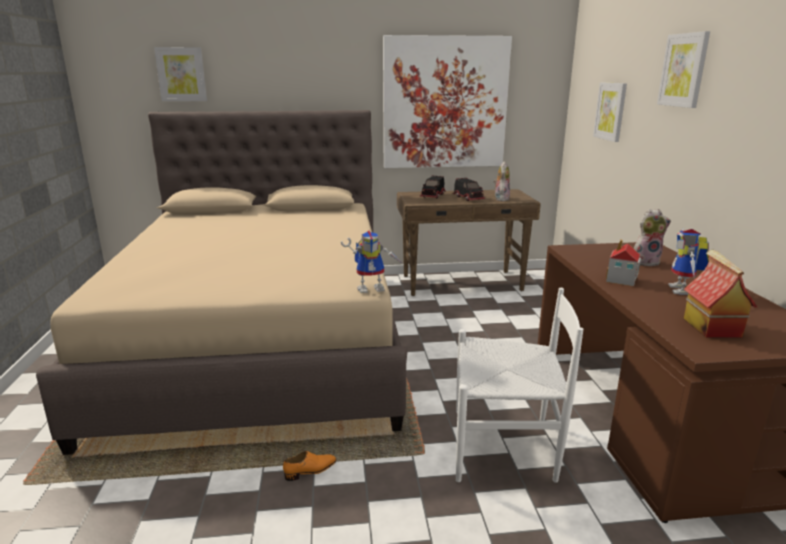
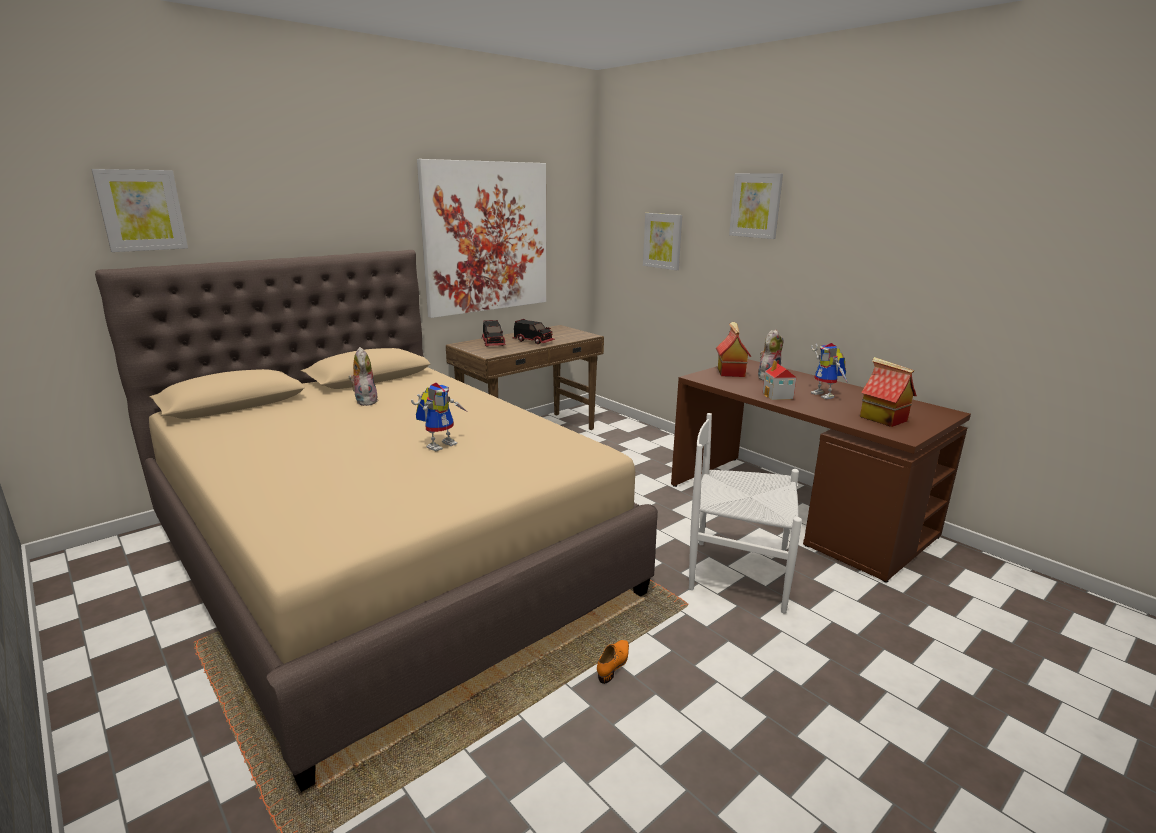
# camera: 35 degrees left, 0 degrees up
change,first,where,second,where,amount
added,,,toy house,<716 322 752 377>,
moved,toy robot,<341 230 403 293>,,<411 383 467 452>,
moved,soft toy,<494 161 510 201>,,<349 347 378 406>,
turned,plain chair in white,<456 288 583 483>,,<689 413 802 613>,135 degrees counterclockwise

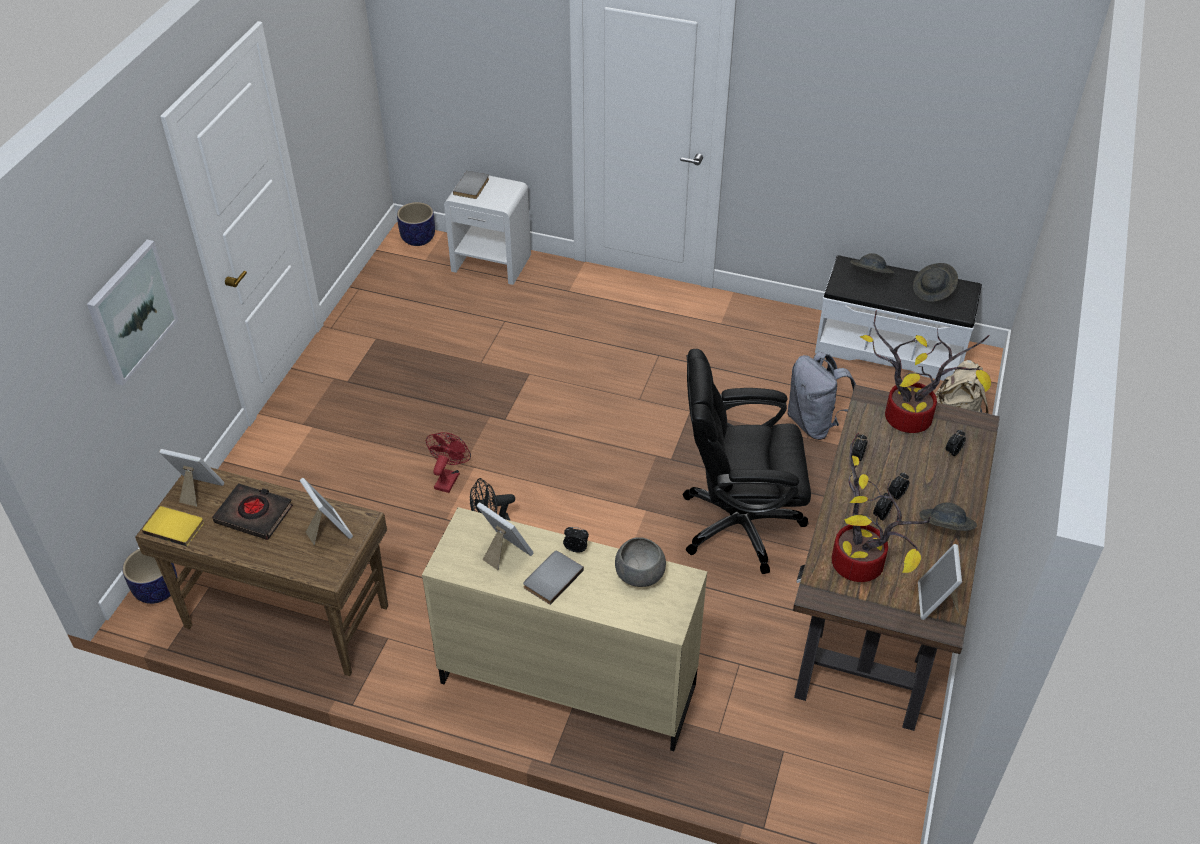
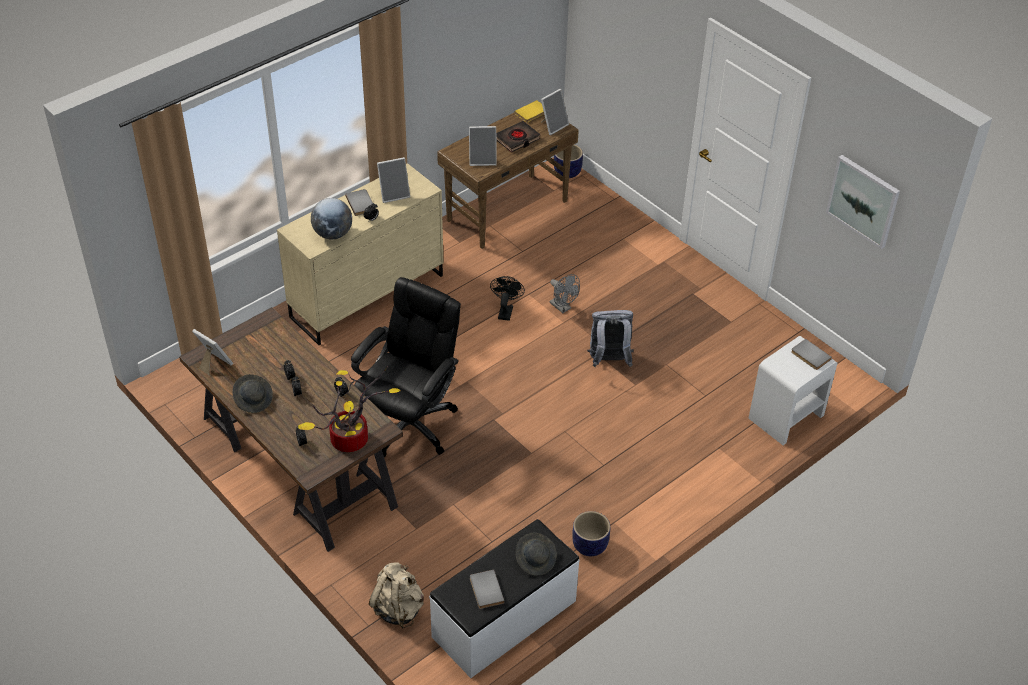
# camera: 120 degrees right, 0 degrees up
change,first,where,second,where,amount
removed,plant in a pot,<832 433 930 582>,,,
moved,picture,<87 240 178 385>,,<826 155 900 249>,
moved,planter,<397 202 435 246>,,<572 511 610 556>,
moved,knapsack in gray,<787 352 856 440>,,<587 310 634 367>,
replaced,deep dish in gray,<615 537 666 587>,world globe,<311 198 352 239>,
replaced,clothing hat in gray,<913 263 958 302>,volume in gray,<470 570 505 609>,
recoloured,electric fan in red-coloured,<426 432 471 493>,electric fan in gray,<550 274 580 313>,

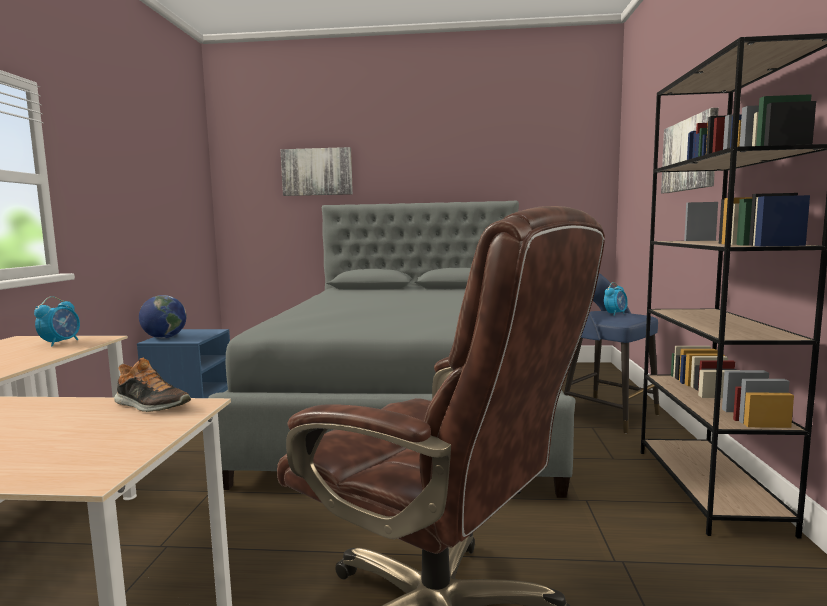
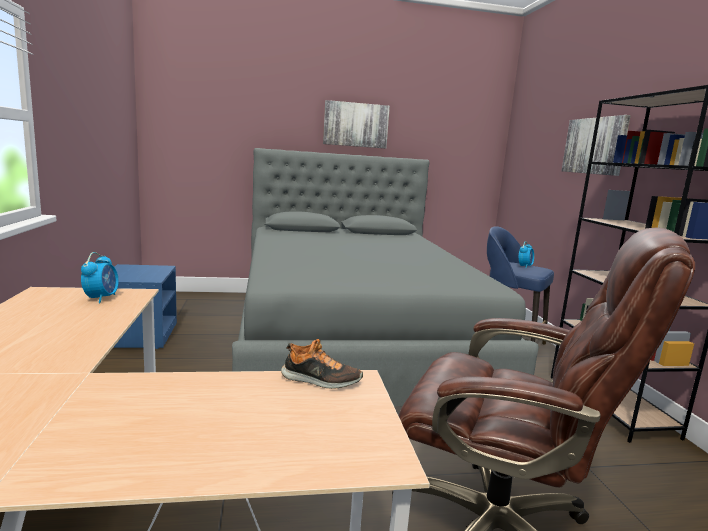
# camera: 15 degrees left, 5 degrees up
change,first,where,second,where,amount
removed,world globe,<139 295 187 338>,,,
moved,picture,<281 147 353 196>,,<323 100 390 148>,

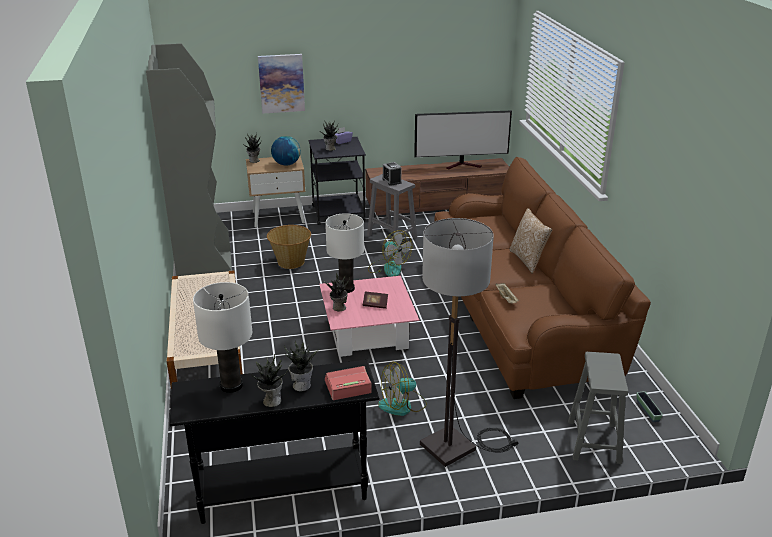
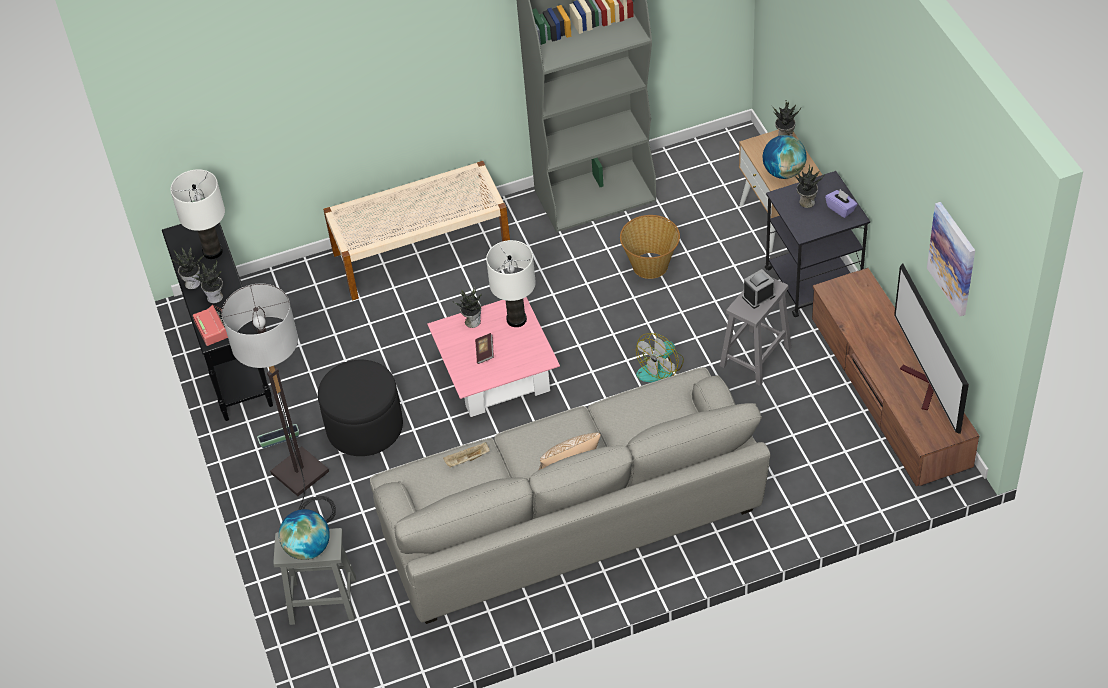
# camera: 85 degrees right, 20 degrees up
change,first,where,second,where,amount
added,,,world globe,<279 509 330 560>,
moved,picture,<258 54 305 114>,,<927 202 975 316>,
moved,planter,<636 391 663 422>,,<257 424 299 448>,
replaced,electric fan,<378 362 427 416>,pouffe in black,<318 360 403 456>,
recoloured,settee in brown-coloured,<434 157 651 399>,settee in gray,<370 367 770 624>,

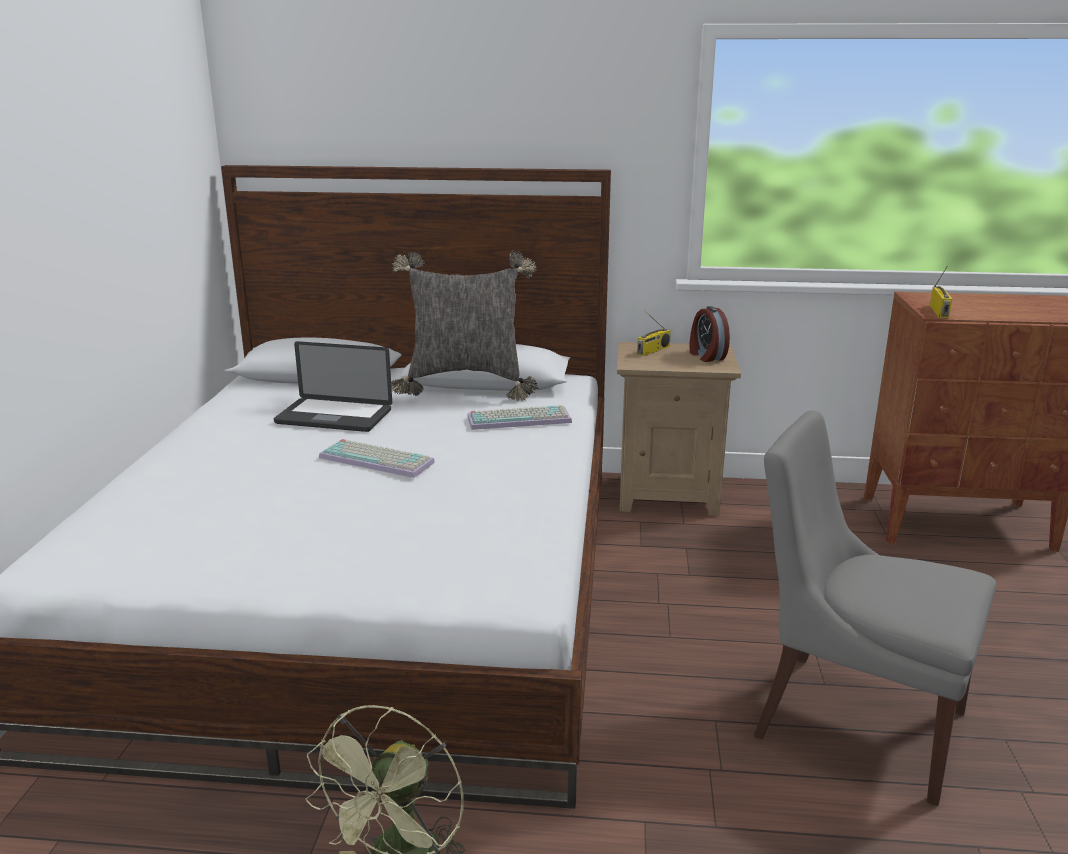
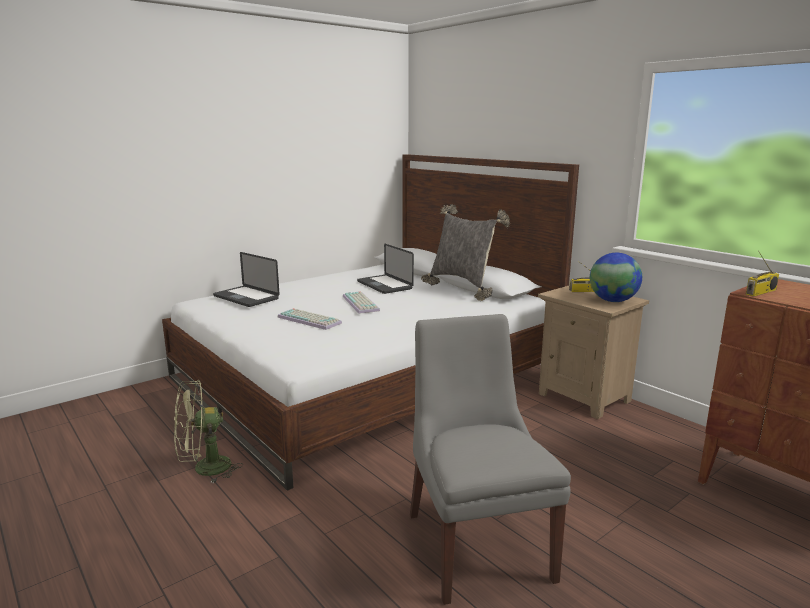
# camera: 45 degrees right, 5 degrees down
change,first,where,second,where,amount
added,,,laptop,<213 252 279 307>,
moved,PC keyboard,<467 405 572 430>,,<278 308 342 330>,
replaced,bedside clock,<690 306 730 362>,world globe,<590 253 642 302>,

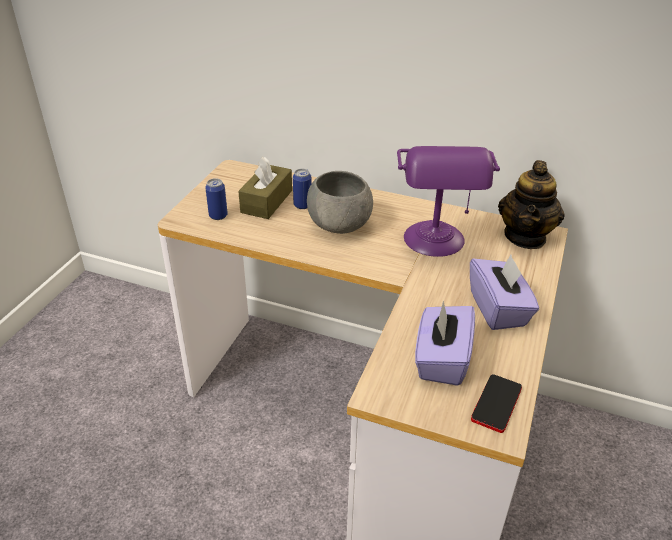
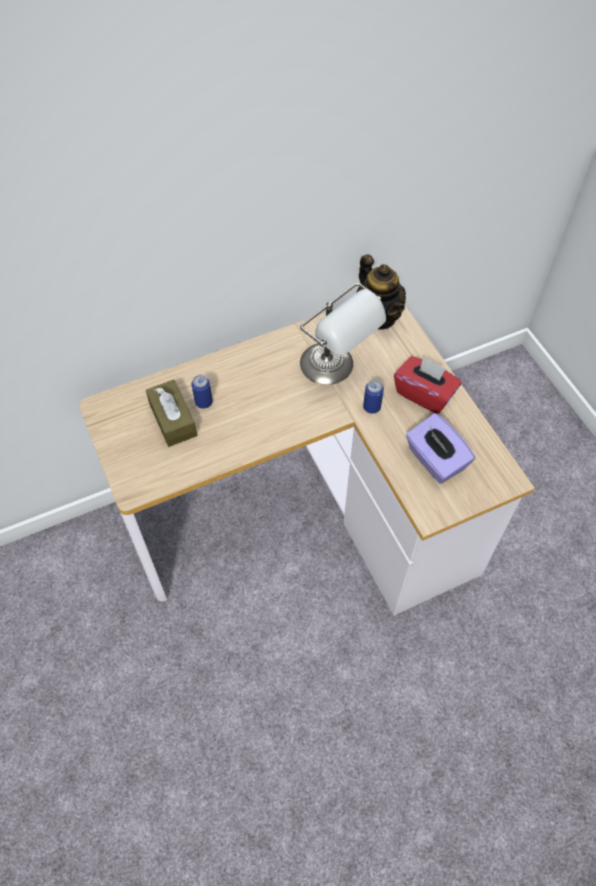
# camera: 45 degrees left, 20 degrees up
change,first,where,second,where,amount
removed,deep dish in gray,<307 171 373 234>,,,
removed,phone,<471 374 522 433>,,,
moved,sealed can,<205 178 228 220>,,<363 380 384 414>,
recoloured,tabletop lamp in purplish,<397 146 500 257>,tabletop lamp in white,<300 283 386 385>,
recoloured,tissue box in purplish,<470 255 539 330>,tissue box in red-coloured,<394 356 462 414>,

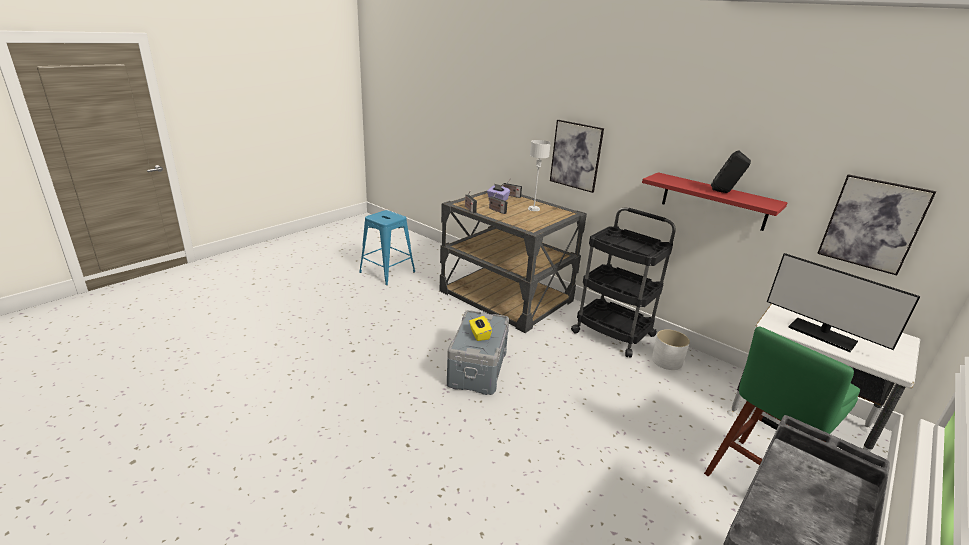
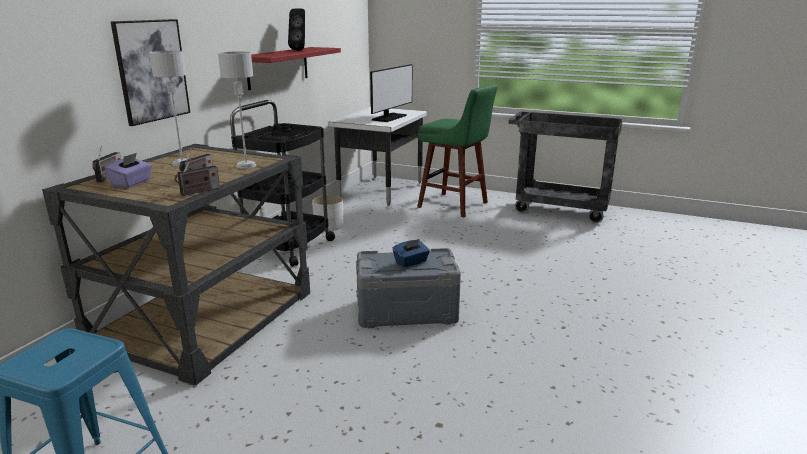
# camera: 105 degrees left, 5 degrees down
change,first,where,second,where,amount
removed,picture,<817 174 936 276>,,,
added,,,tabletop lamp in gray,<218 51 256 169>,
recoloured,tissue box in yellow,<469 316 492 341>,tissue box in blue,<392 239 430 268>,

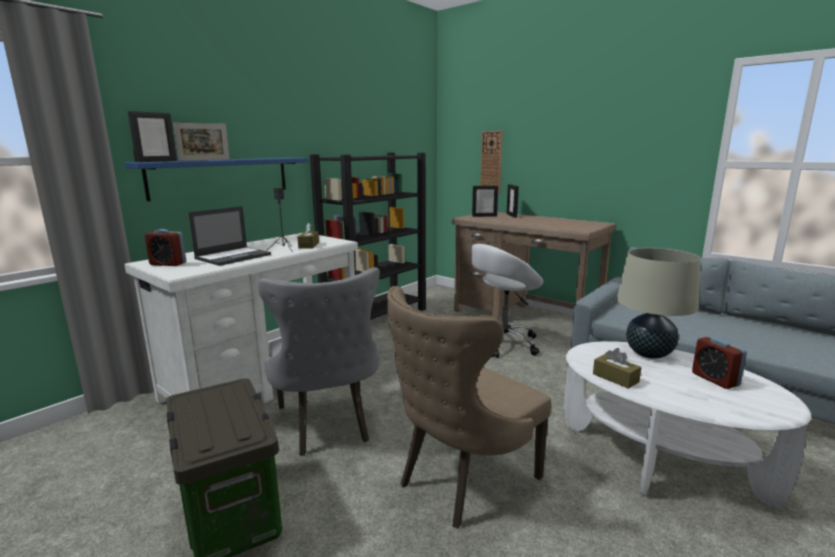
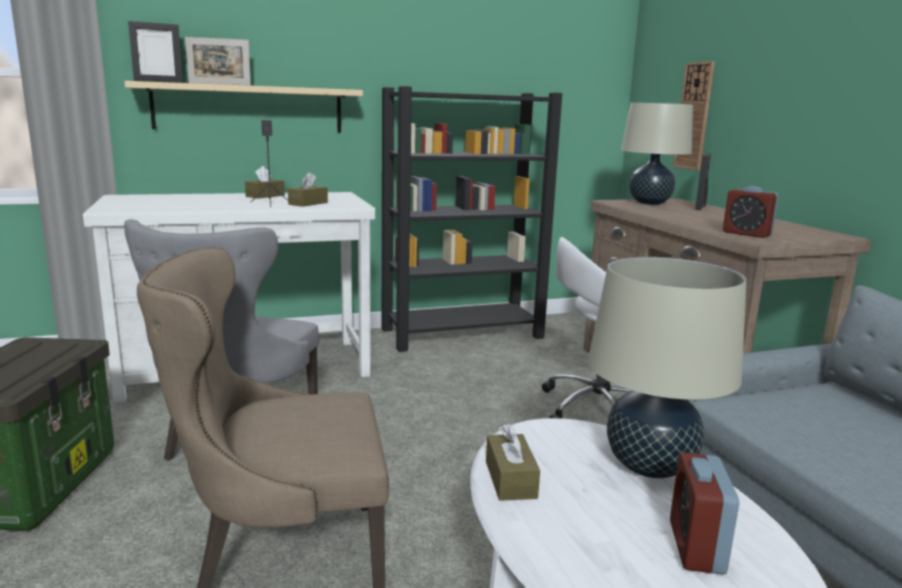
# camera: 30 degrees right, 0 degrees up
change,first,where,second,where,amount
removed,laptop,<188 206 271 266>,,,
added,,,tissue box in brown-coloured,<245 166 285 199>,
moved,bedside clock,<145 229 186 266>,,<723 186 779 238>,
replaced,standing frame,<472 186 498 217>,tabletop lamp in sand-coloured,<621 103 693 205>,
recoloured,shelf in blue,<124 158 309 201>,shelf in sand-coloured,<124 81 363 133>,

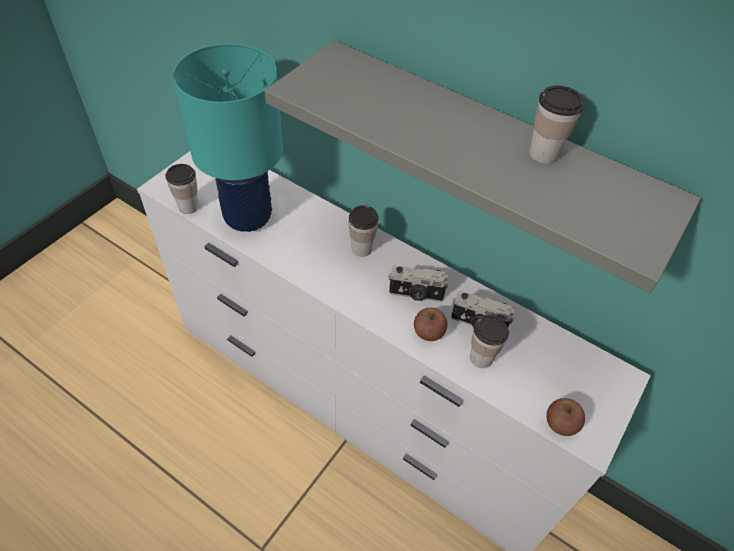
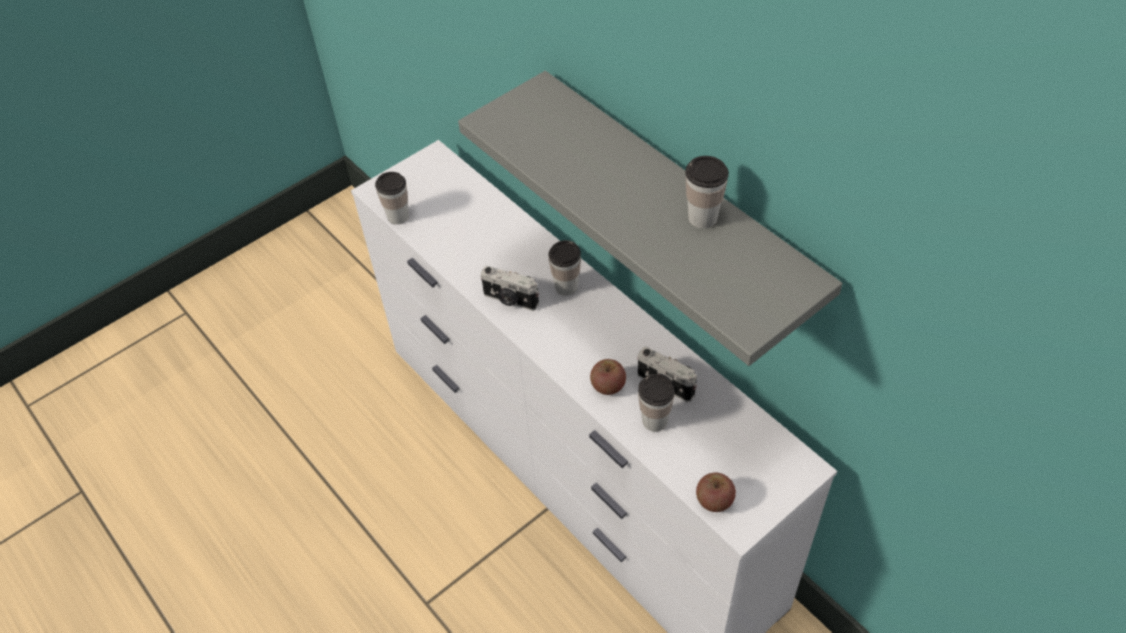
# camera: 20 degrees right, 0 degrees up
change,first,where,second,where,amount
removed,tabletop lamp in turquoise-coloured,<173 44 283 232>,,,
moved,photo camera,<389 266 449 302>,,<481 266 539 311>,

